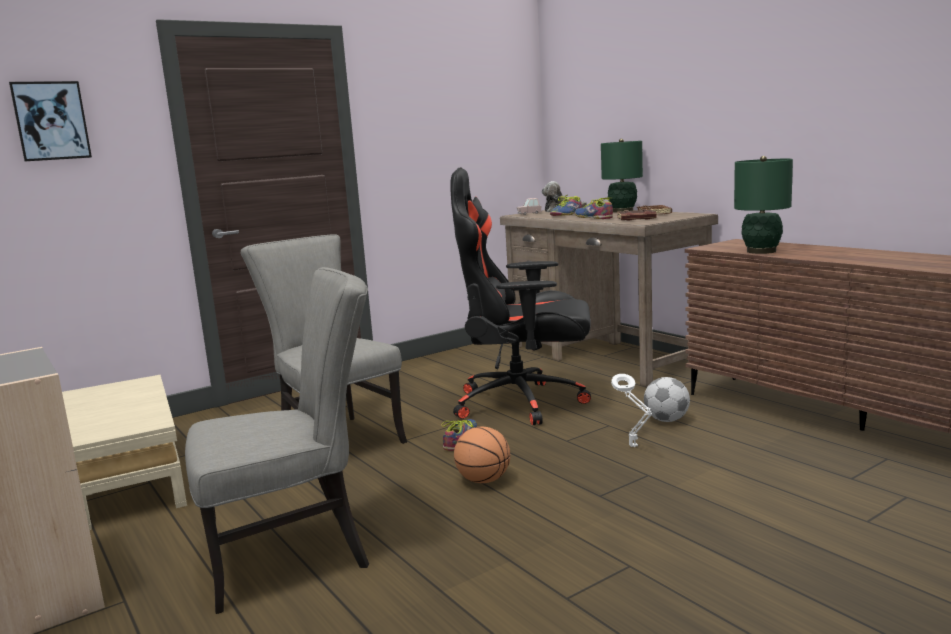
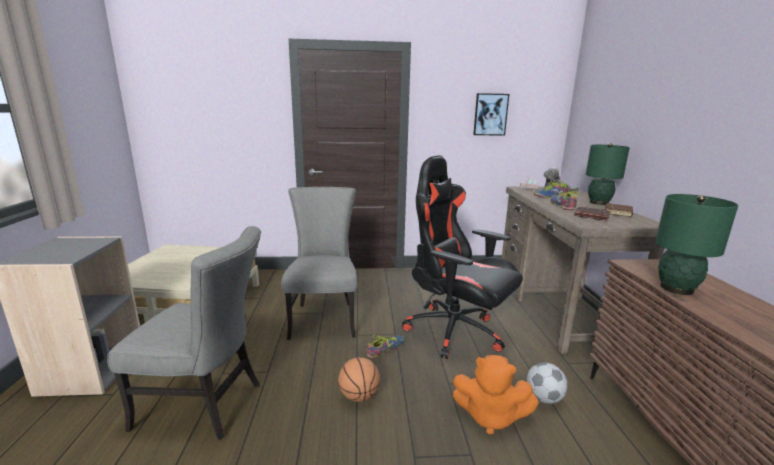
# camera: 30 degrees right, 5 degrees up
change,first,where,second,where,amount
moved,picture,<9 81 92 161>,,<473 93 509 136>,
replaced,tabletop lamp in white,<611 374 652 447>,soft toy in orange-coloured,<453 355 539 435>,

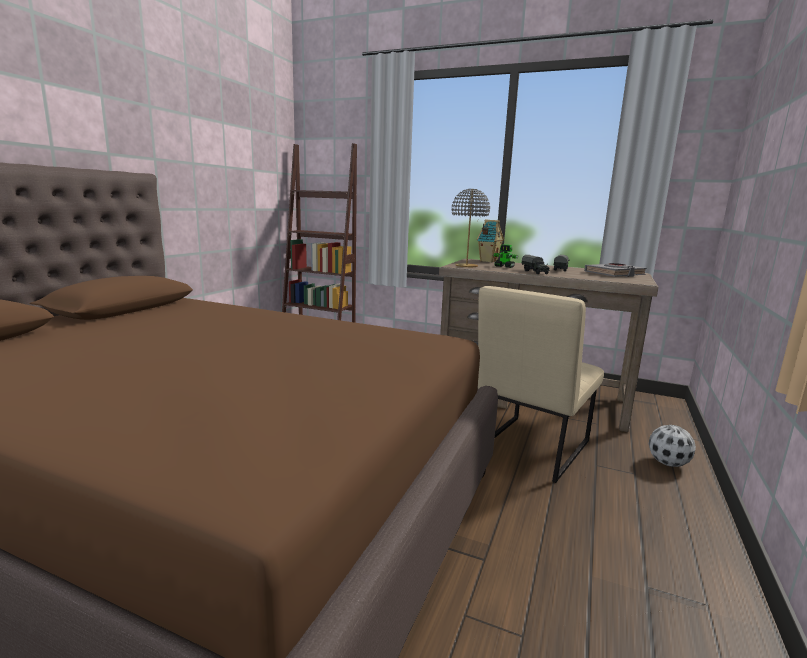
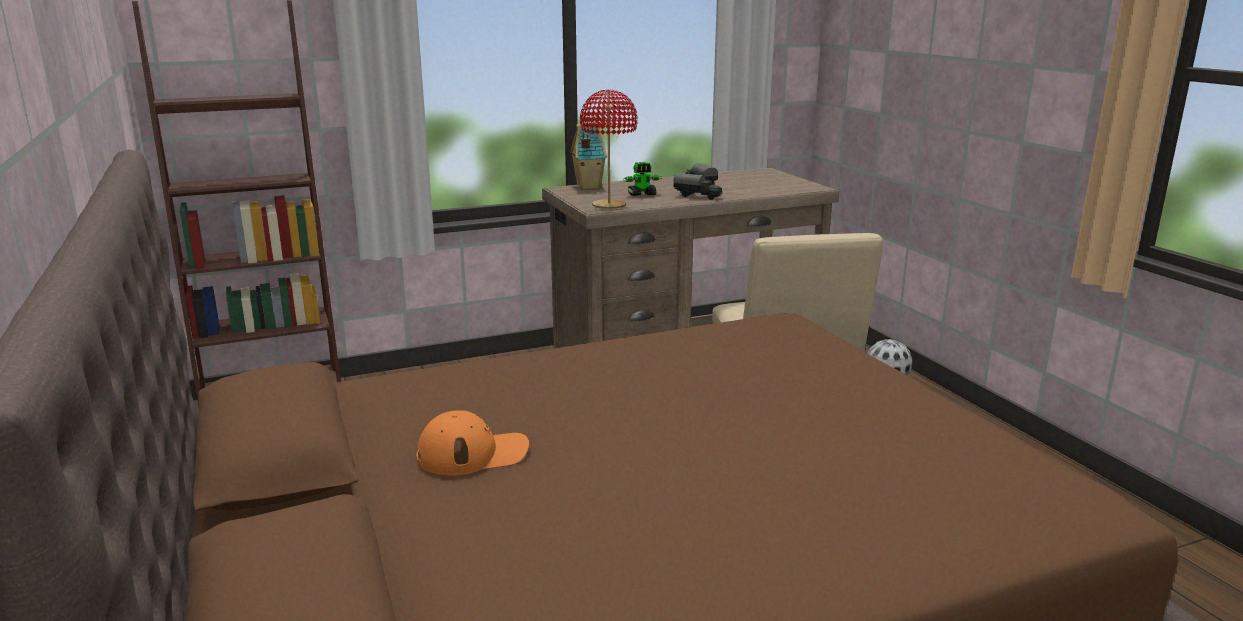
# camera: 45 degrees left, 5 degrees up
change,first,where,second,where,amount
removed,volume in gray,<584 263 647 277>,,,
added,,,baseball cap in orange-coloured,<416 410 529 476>,
recoloured,tabletop lamp in gray,<452 189 490 267>,tabletop lamp in red-coloured,<580 90 638 209>,

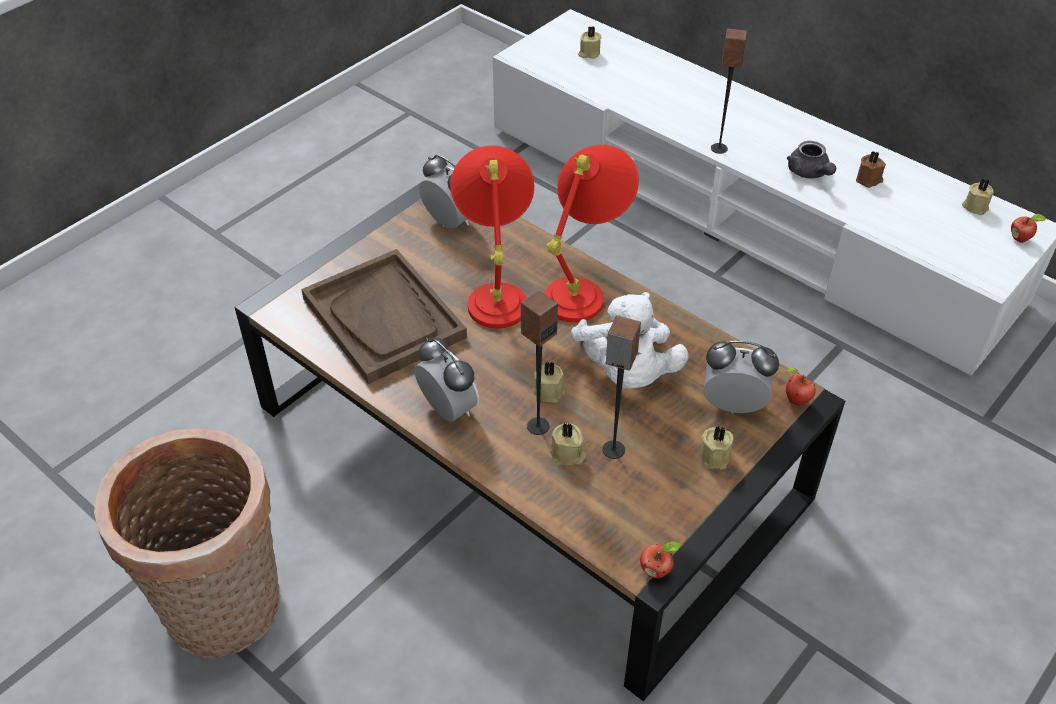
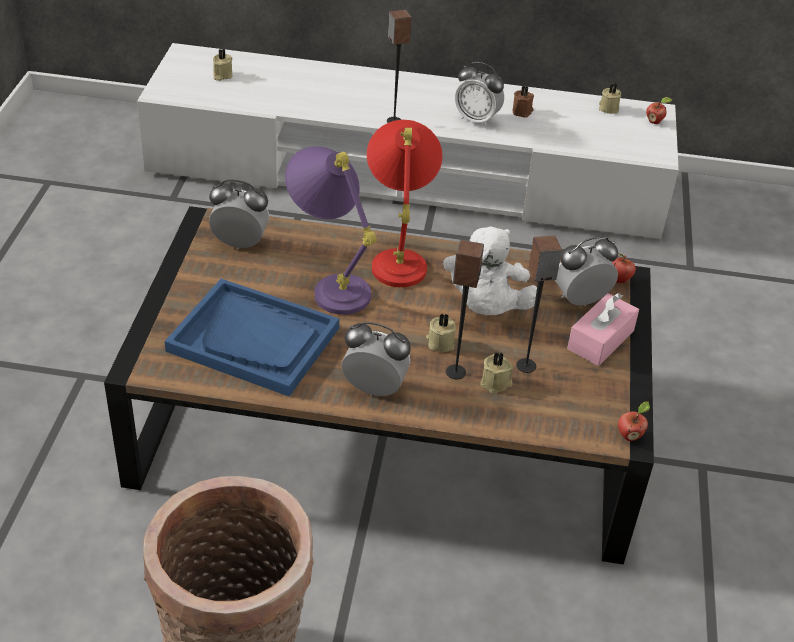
# camera: 35 degrees left, 5 degrees down
change,first,where,second,where,amount
replaced,candle in sand-coloured,<701 426 734 470>,tissue box in pinkish,<567 293 639 366>,
replaced,pot for tea in gray,<787 141 836 178>,bedside clock,<455 62 504 127>,
recoloured,carrying tray in brown-coloured,<301 249 467 384>,carrying tray in blue,<164 279 339 396>,
recoloured,tabletop lamp in red-coloured,<450 146 534 329>,tabletop lamp in purplish,<285 146 377 315>,
turned,soft toy in white,<571 292 689 389>,,<443 226 537 315>,45 degrees clockwise

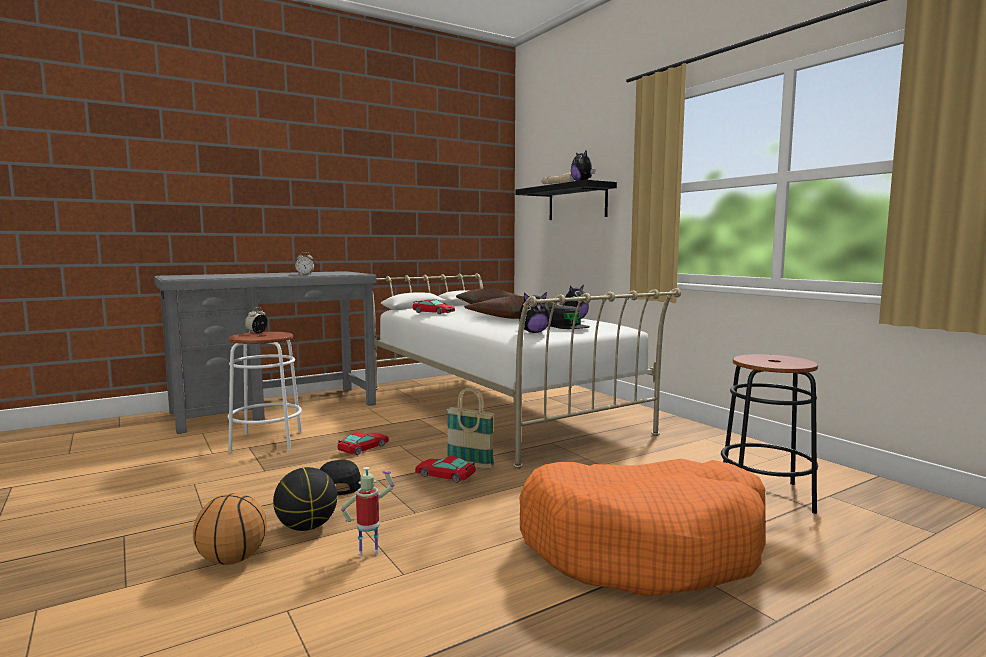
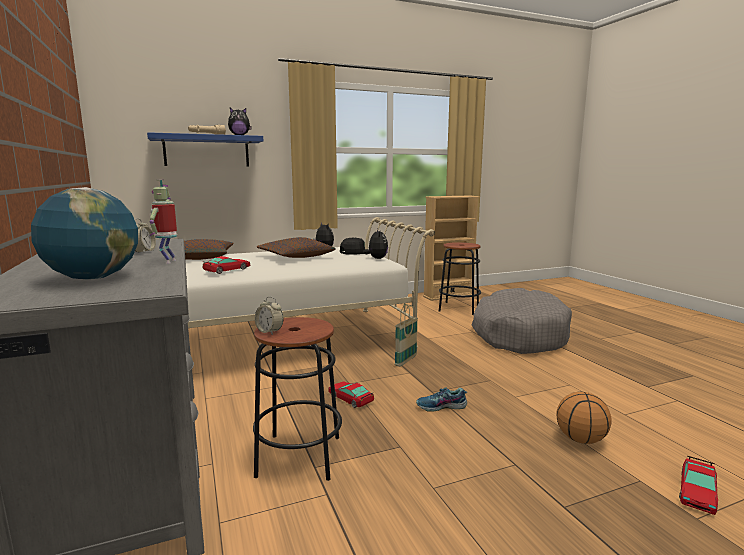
# camera: 80 degrees left, 5 degrees up
change,first,where,second,where,amount
removed,basketball ball,<273 467 337 531>,,,
added,,,world globe,<31 187 138 279>,
added,,,bookcase in sand-coloured,<423 196 480 301>,
moved,toy robot,<341 467 394 556>,,<149 180 177 264>,
moved,miniature car,<415 456 476 483>,,<679 456 718 515>,
replaced,baseball cap in black,<320 460 361 495>,low shoe,<416 388 467 412>,
recoloured,sitting stool in white,<228 332 302 453>,sitting stool in black,<253 317 342 481>,
recoloured,shelf in black,<516 180 617 220>,shelf in blue,<147 132 263 166>,
recoloured,dog cushion in orange-coloured,<519 459 765 597>,dog cushion in gray,<471 288 572 354>,

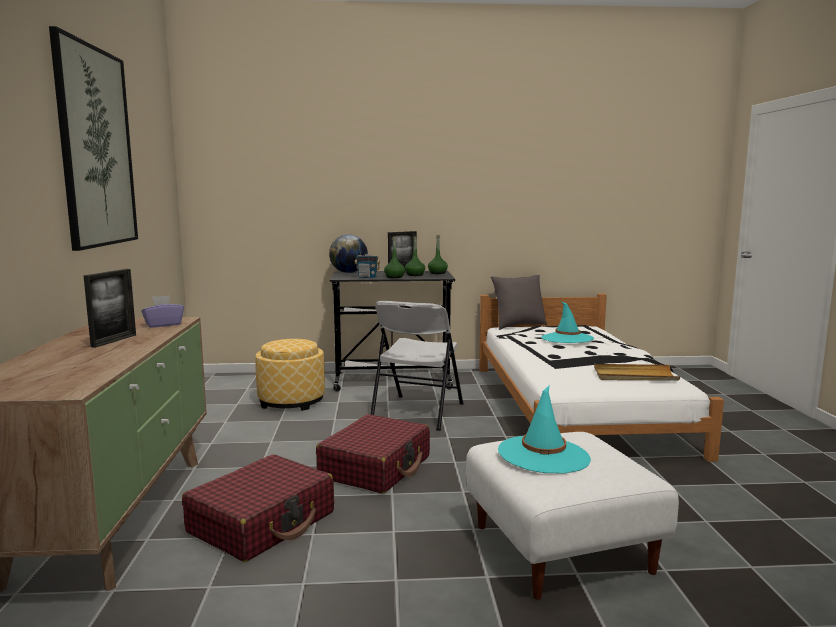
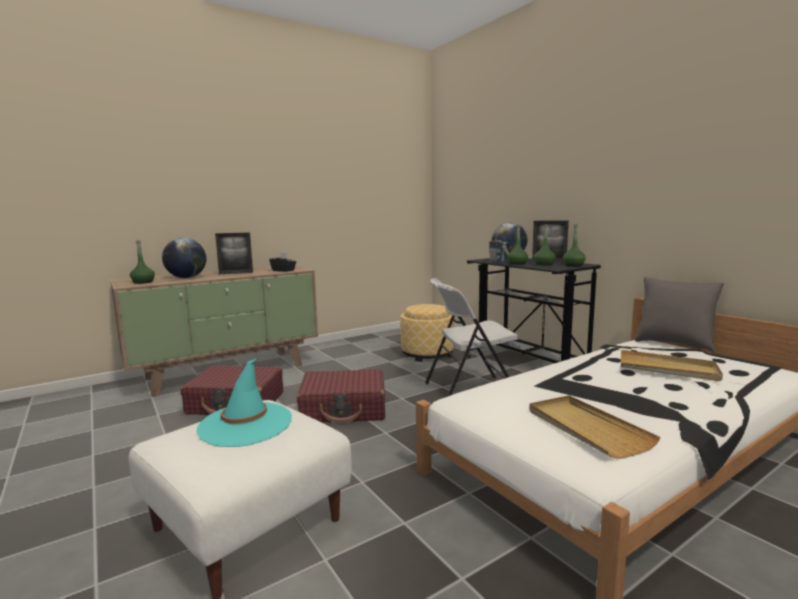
# camera: 60 degrees right, 0 degrees up
change,first,where,second,where,amount
removed,picture,<49 26 138 251>,,,
added,,,beverage bottle in greenish,<130 240 155 284>,
added,,,world globe,<162 238 206 278>,
replaced,clothing hat in turquoise-coloured,<541 302 594 343>,carrying tray in sand-coloured,<621 350 723 381>,
recoloured,tissue box in purplish,<141 295 184 328>,tissue box in black,<269 253 296 272>,

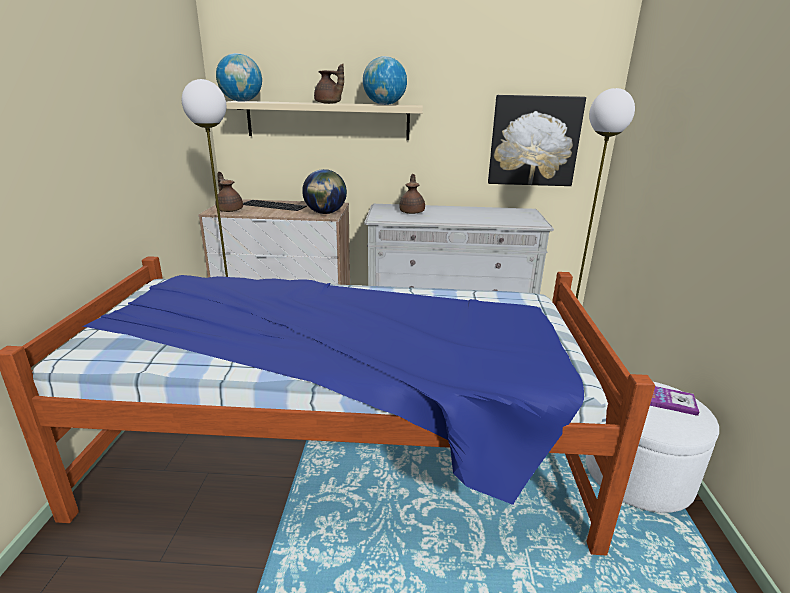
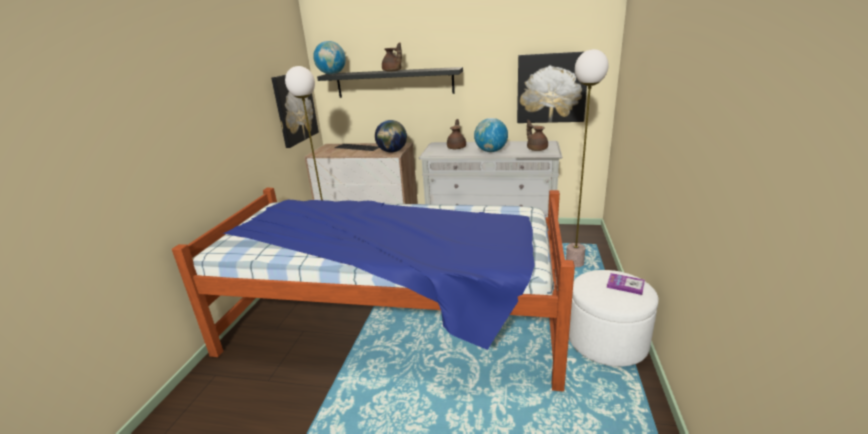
# camera: 10 degrees right, 0 degrees up
change,first,where,second,where,amount
added,,,picture,<271 75 319 148>,
moved,pot for tea in brown-coloured,<215 172 243 212>,,<527 120 548 151>,
moved,world globe,<363 56 407 105>,,<474 118 508 152>,
recoloured,shelf in sand-coloured,<226 101 423 140>,shelf in black,<317 67 463 98>,

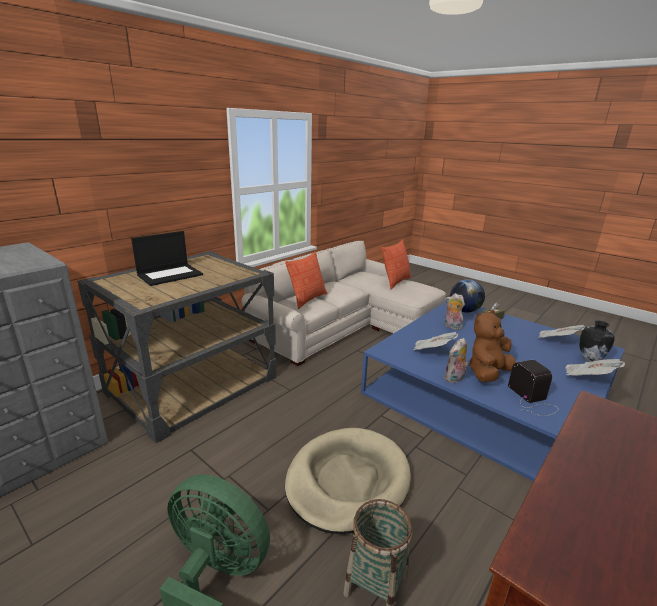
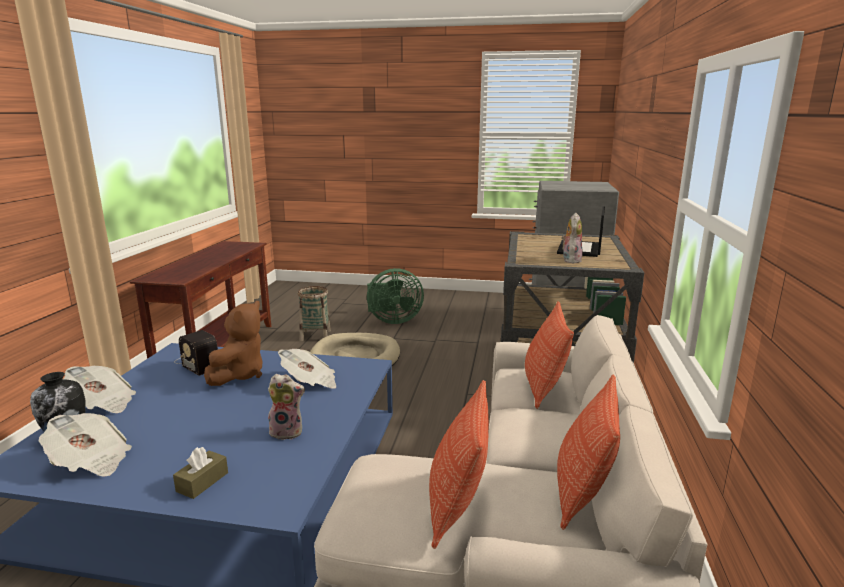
# camera: 150 degrees right, 5 degrees down
change,first,where,second,where,amount
removed,world globe,<450 279 485 313>,,,
added,,,throw pillow in orange-coloured,<557 374 620 530>,
moved,soft toy,<444 338 468 383>,,<561 213 583 263>,

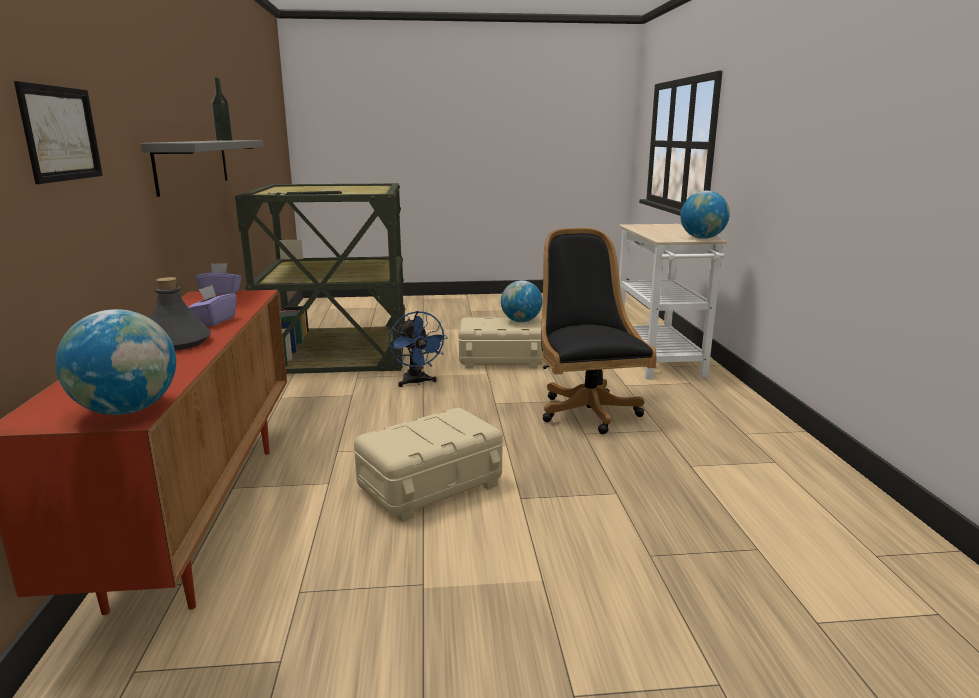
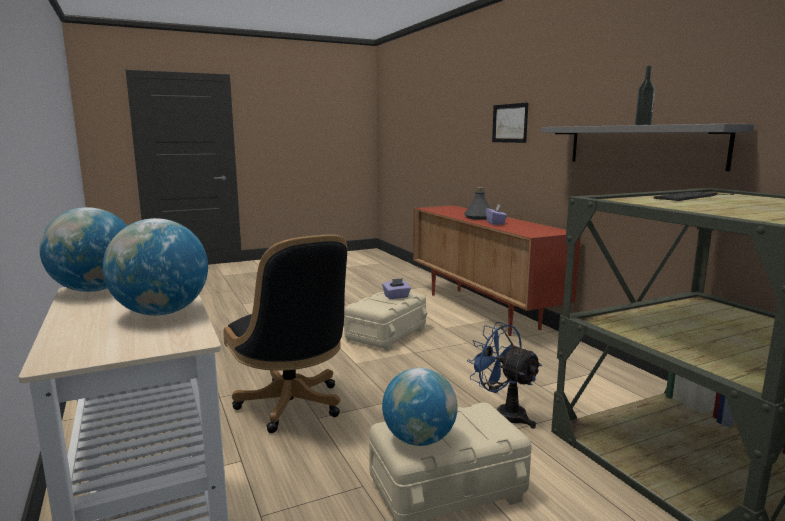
# camera: 160 degrees right, 5 degrees down
change,first,where,second,where,amount
moved,world globe,<55 309 176 415>,,<103 218 208 316>,
moved,tissue box in purplish,<196 263 242 295>,,<382 278 411 299>,

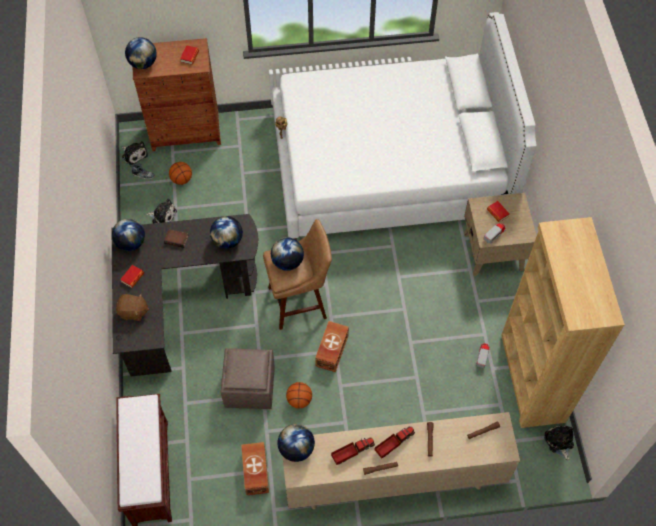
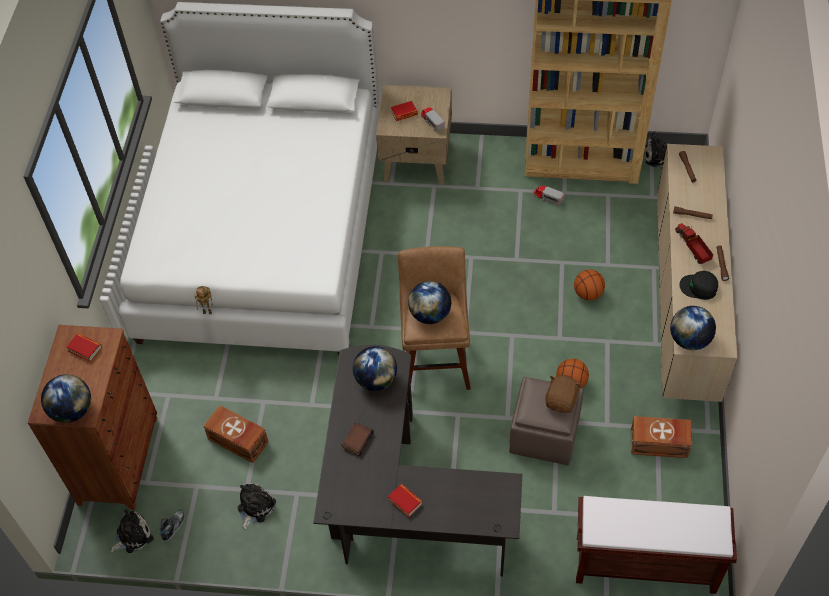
# camera: 75 degrees left, 5 degrees down
change,first,where,second,where,amount
removed,world globe,<112 219 145 251>,,,
moved,soft toy in brown-coloured,<116 293 149 321>,,<545 375 582 413>,
moved,basketball ball,<169 162 192 185>,,<574 270 605 300>,
moved,storage bin in brown-coloured,<315 321 349 372>,,<204 405 269 463>,
replaced,model truck,<331 437 375 465>,baseball cap in black,<679 271 718 300>,

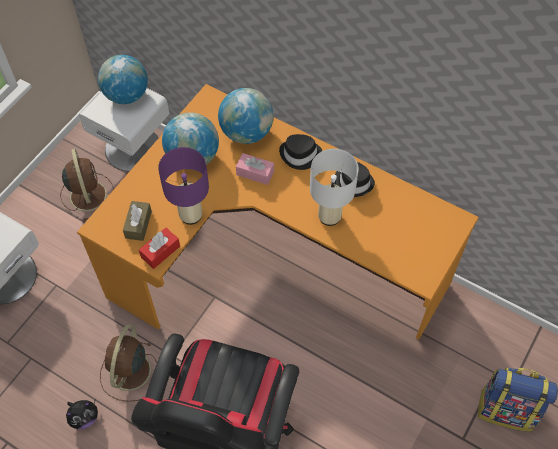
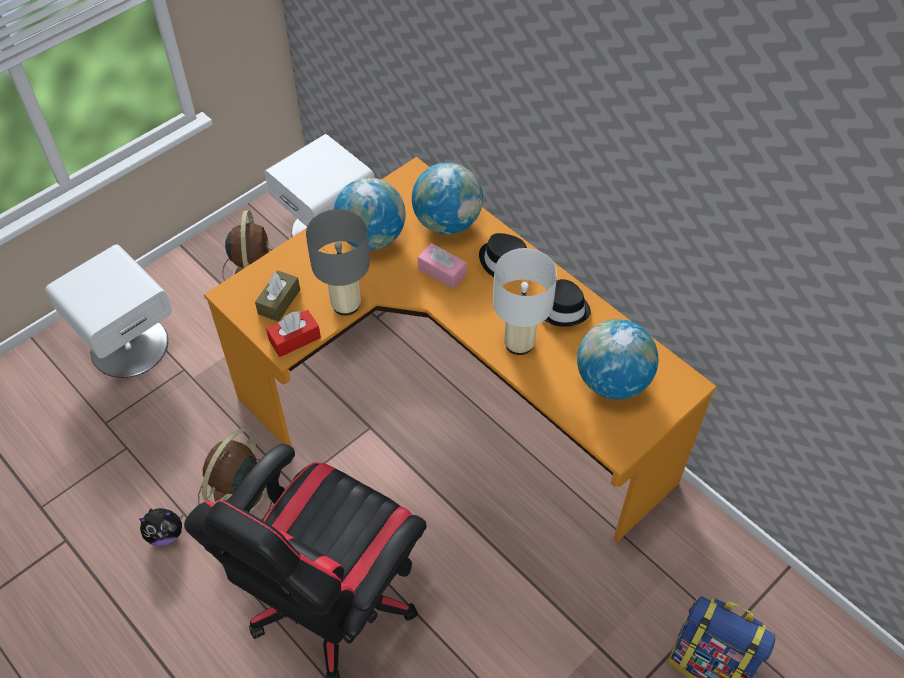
# camera: 15 degrees right, 5 degrees down
change,first,where,second,where,amount
moved,world globe,<98 55 148 104>,,<577 319 658 399>,
recoloured,tabletop lamp in purplish,<158 147 209 225>,tabletop lamp in gray,<306 209 370 316>,

